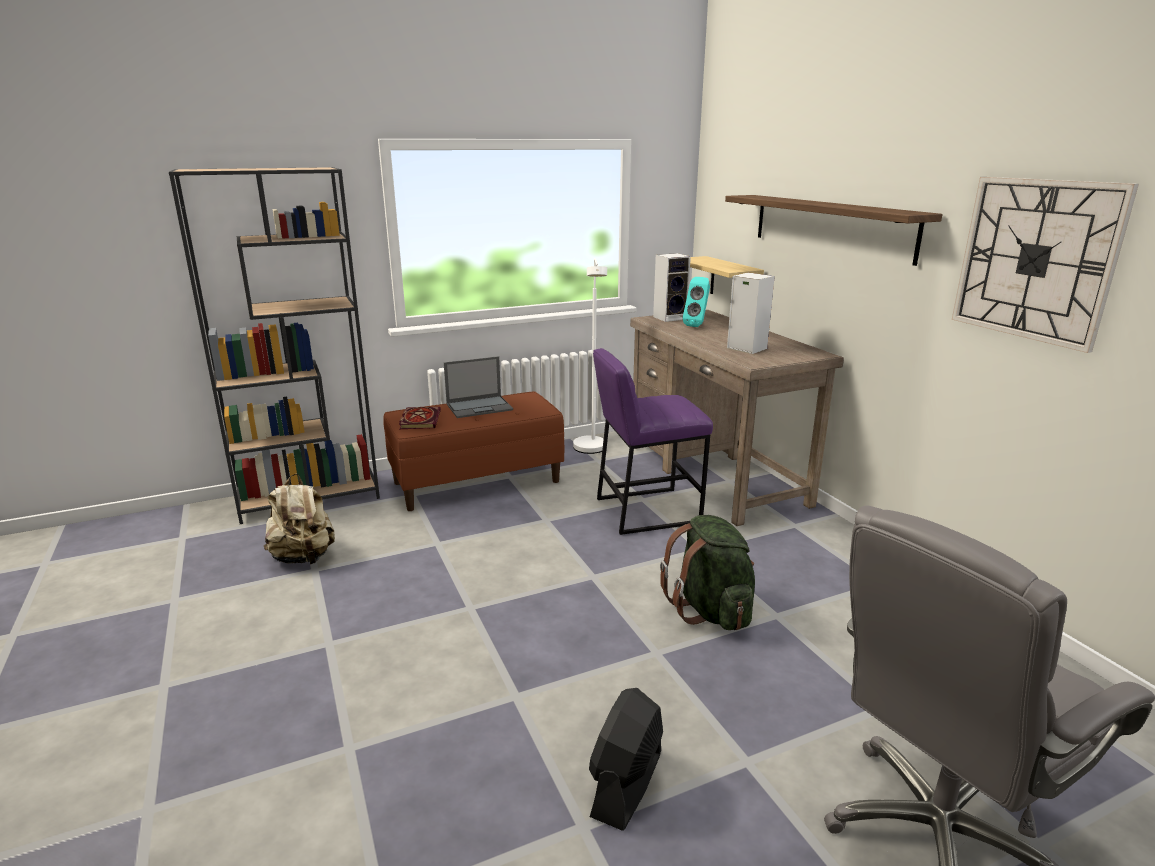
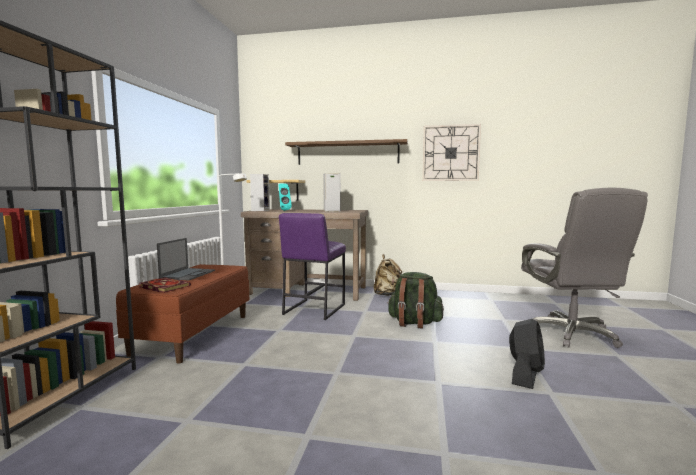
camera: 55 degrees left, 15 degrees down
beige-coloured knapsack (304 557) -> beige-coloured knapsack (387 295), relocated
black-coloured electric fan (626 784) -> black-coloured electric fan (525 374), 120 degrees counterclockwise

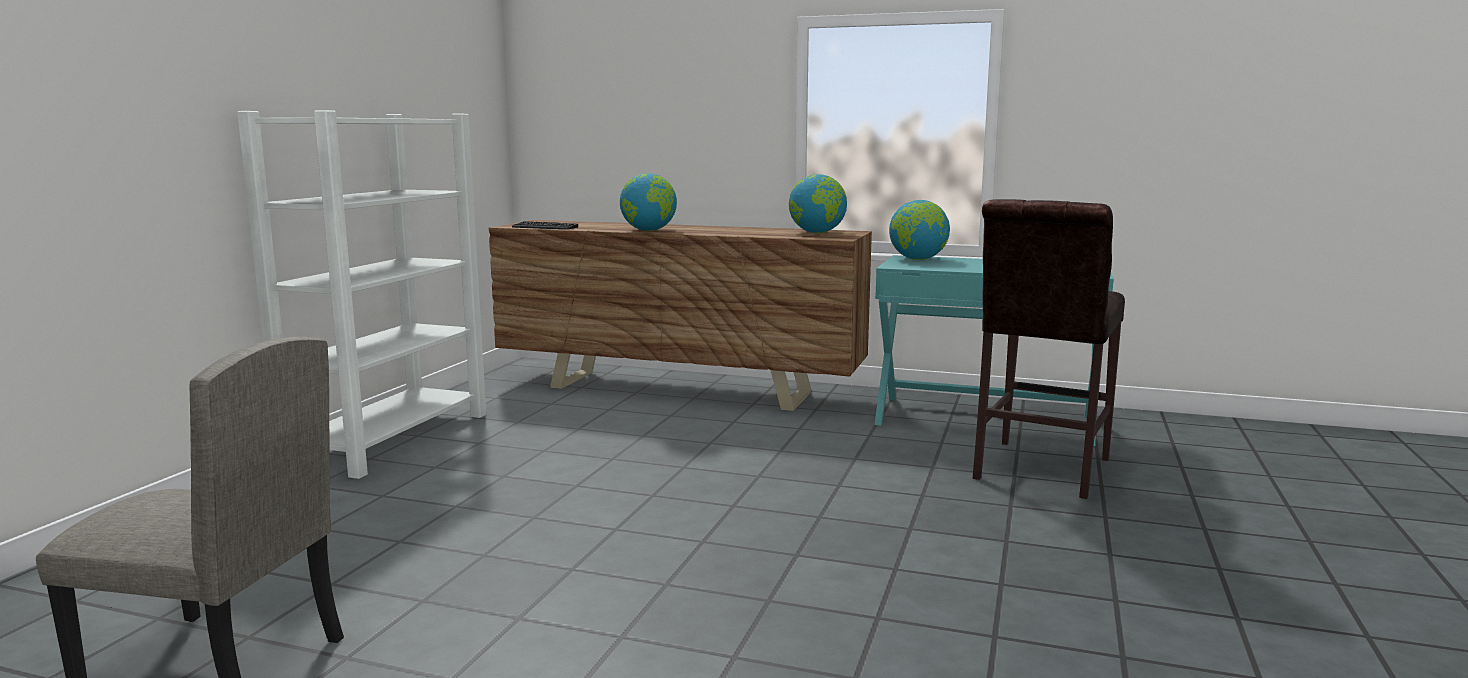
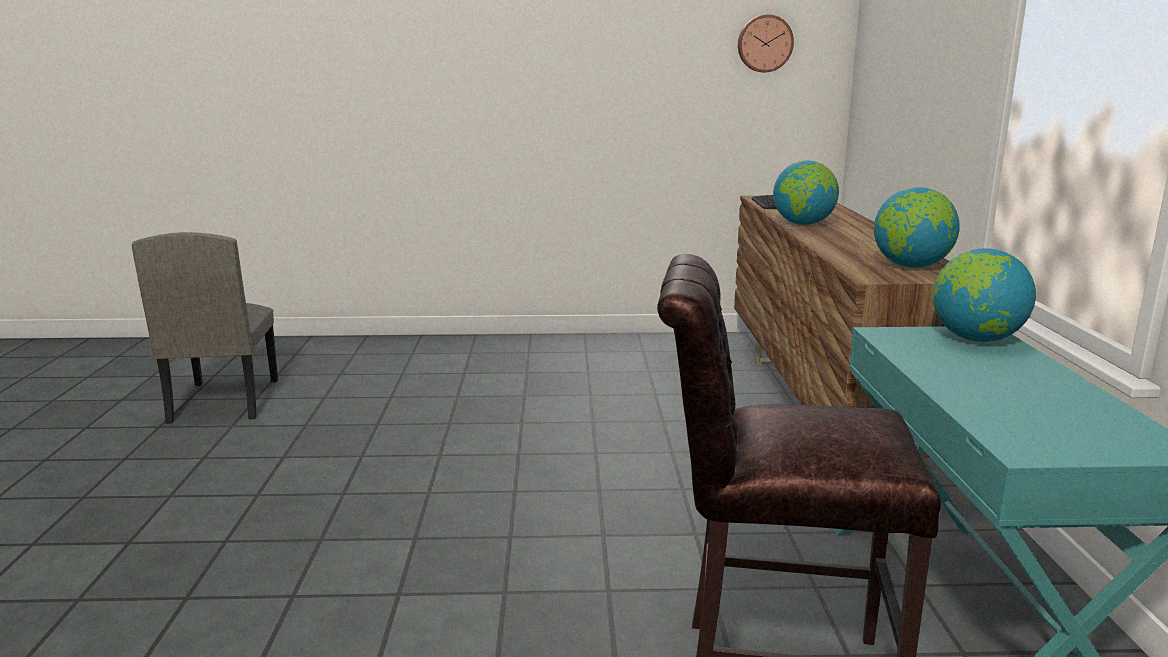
camera: 70 degrees right, 5 degrees up
white bookcase (390 439) -> none
none -> clock on the wall (764 43)

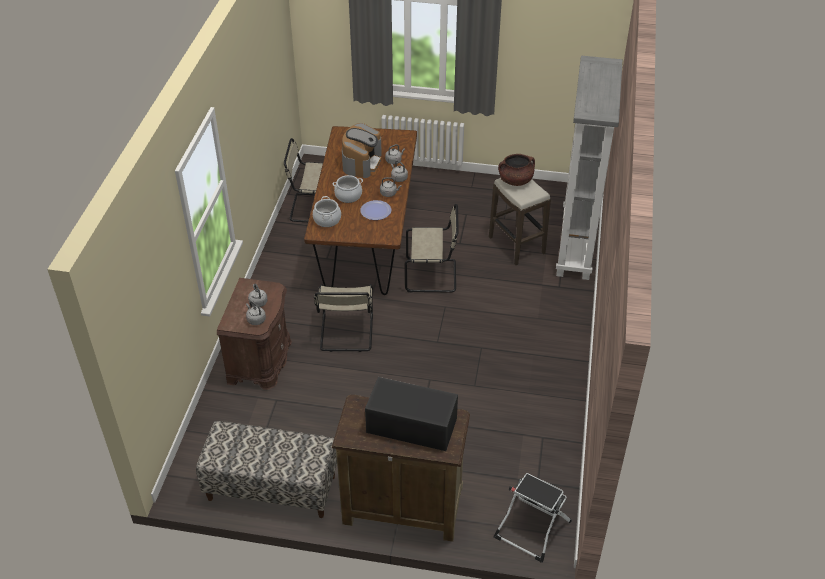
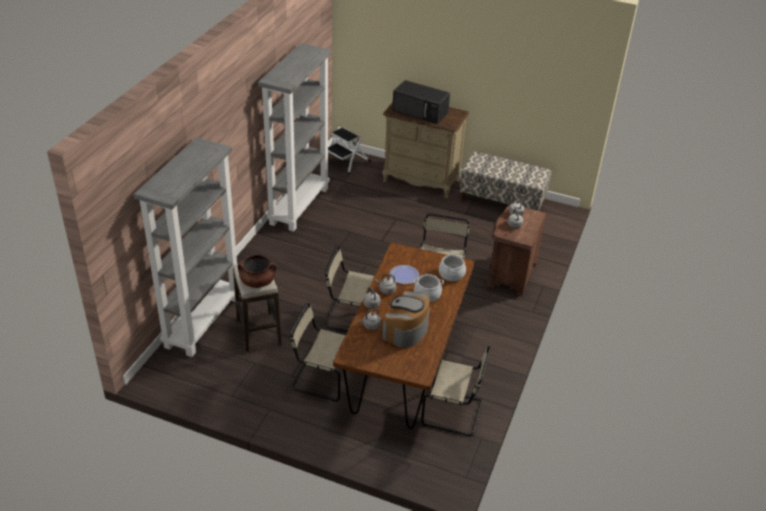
camera: 170 degrees left, 5 degrees down
none -> greyish bookcase (299 205)
none -> beige-coloured chair (320 378)

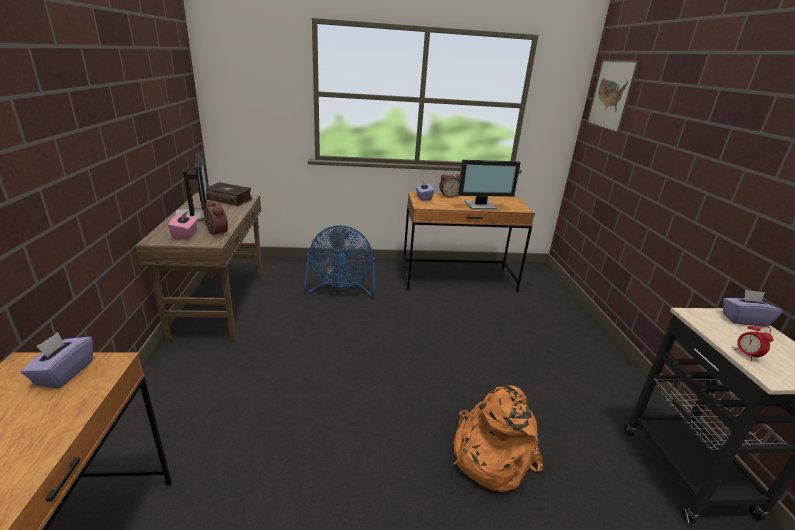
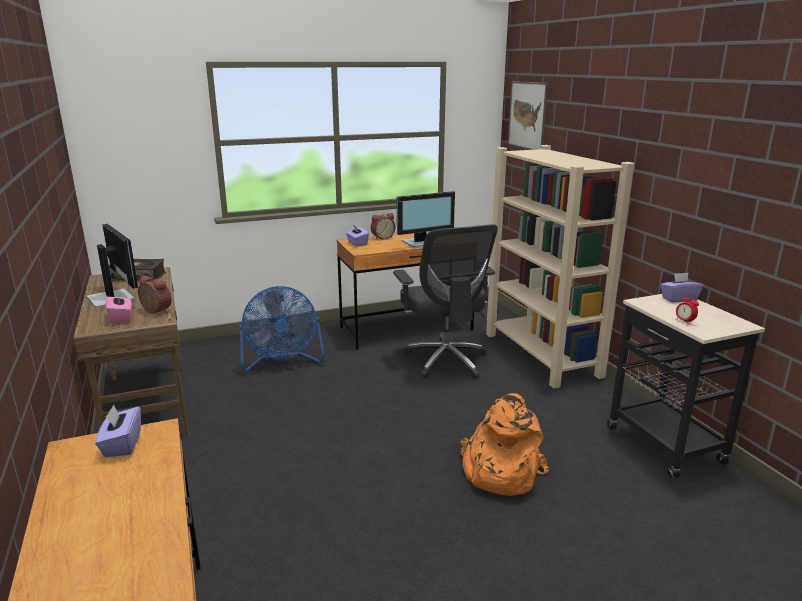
camera: 15 degrees left, 5 degrees down
none -> computer chair (445 359)
none -> beige-coloured bookcase (541 354)

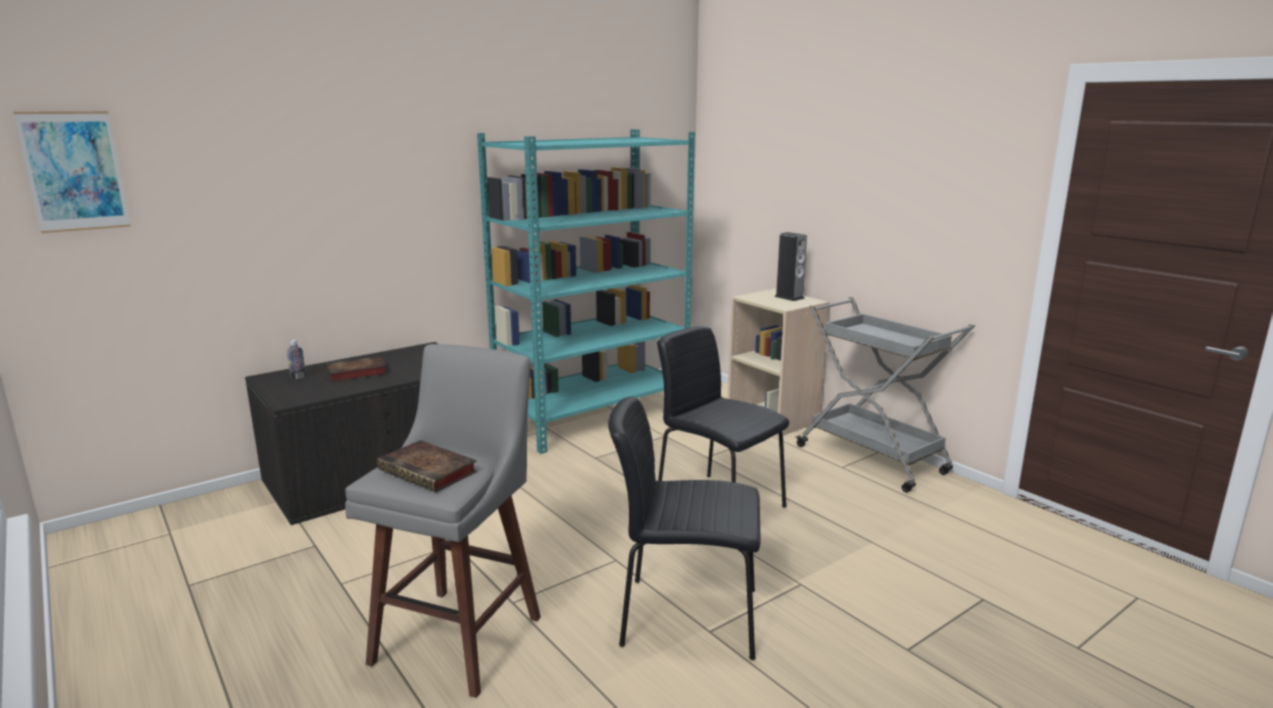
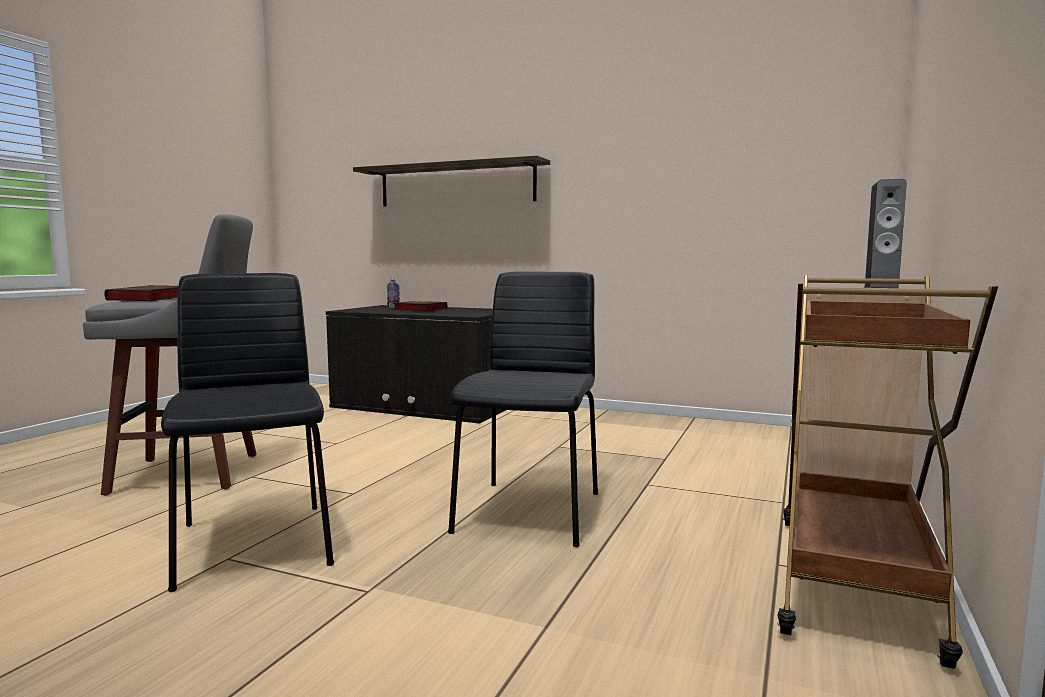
camera: 60 degrees right, 10 degrees down
picture (74 171) -> none
turquoise-coloured bookcase (593 416) -> none
none -> wall shelf (456 185)
greyish trolley (871 460) -> brown trolley (853 583)

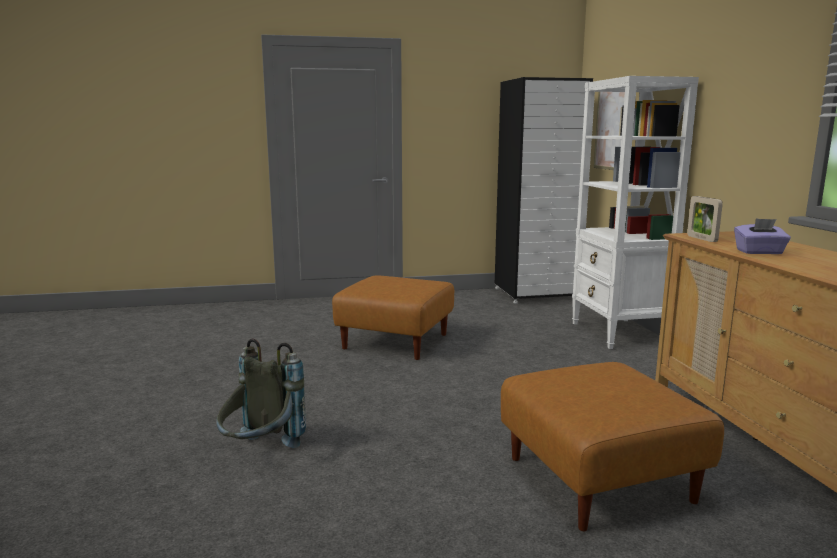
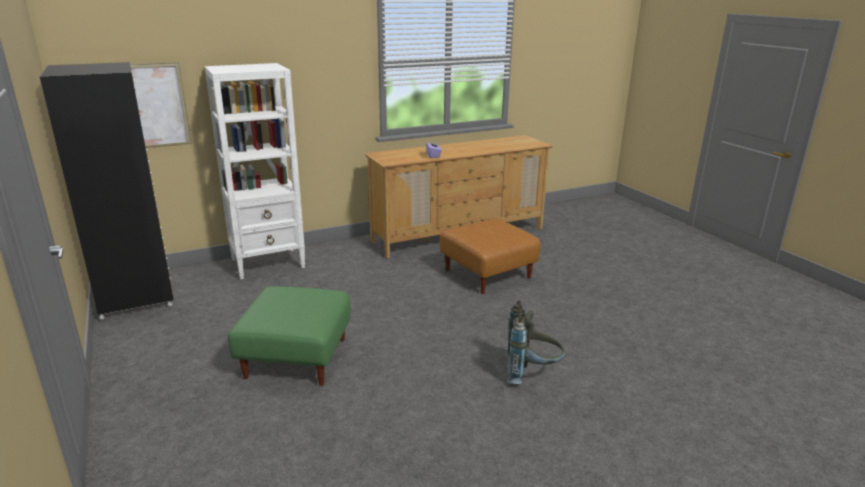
camera: 105 degrees left, 10 degrees up
photo frame (702 239) -> none
brown ottoman (396 341) -> greenish ottoman (296 357)

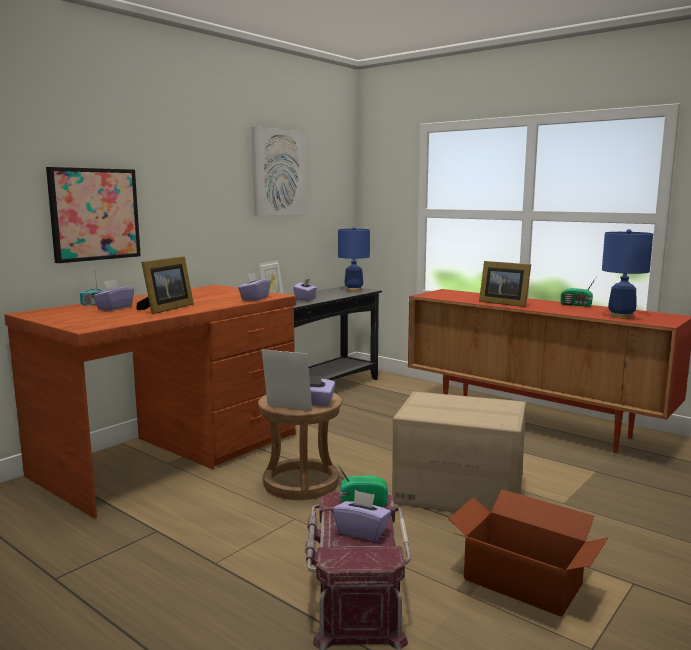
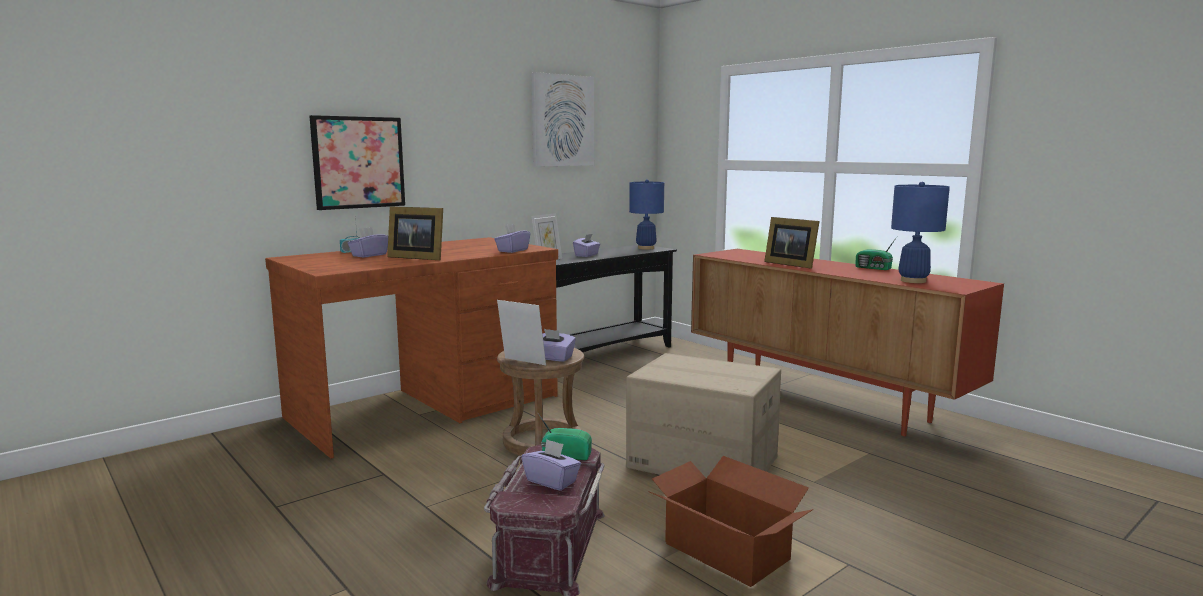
camera: 10 degrees right, 0 degrees up
photo frame (165 309) -> photo frame (416 257), 75 degrees clockwise

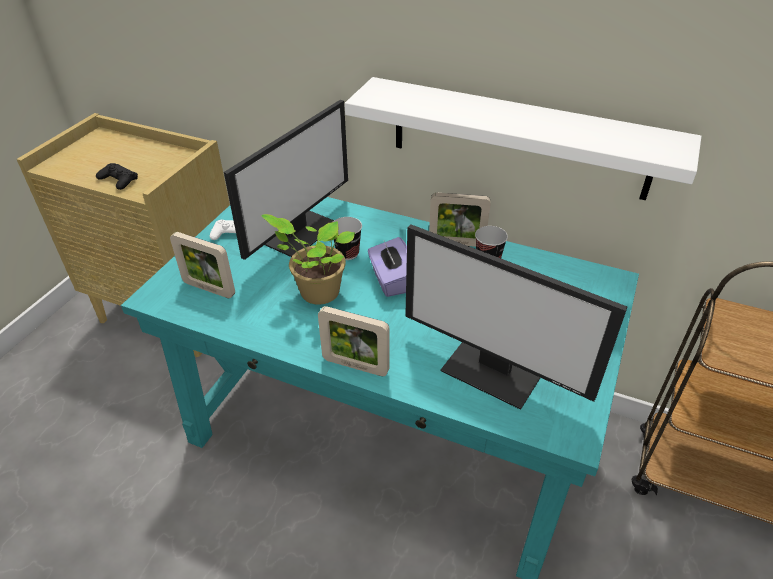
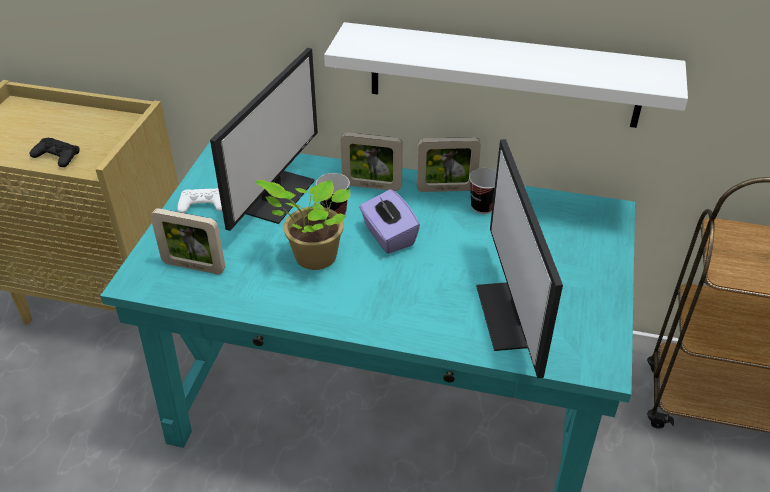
camera: 10 degrees left, 0 degrees up
photo frame (355 366) -> photo frame (372 186), relocated
computer screen (493 371) -> computer screen (513 315), 60 degrees clockwise

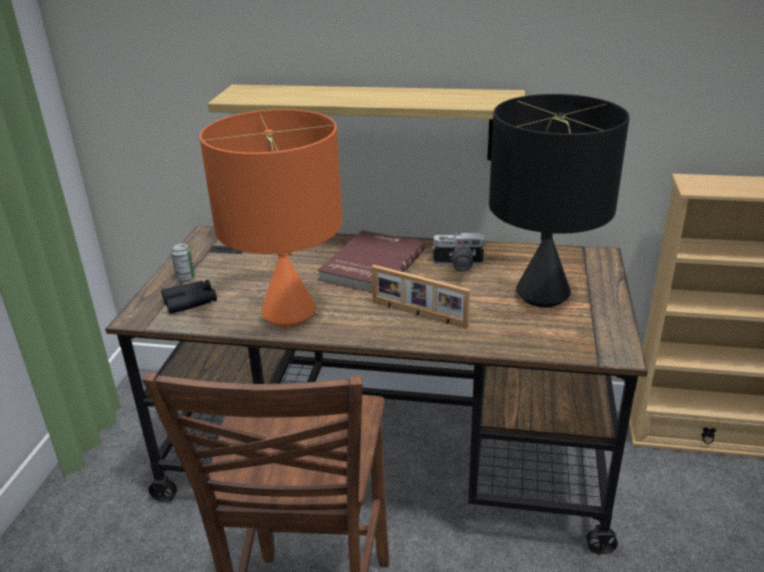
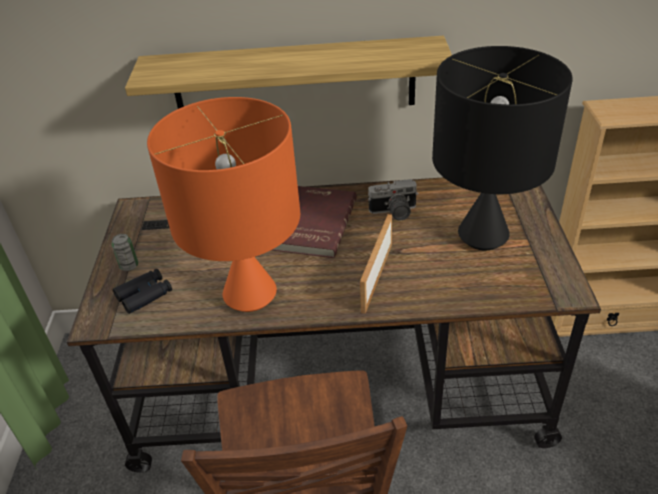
camera: 10 degrees left, 10 degrees up
photo frame (418 315) -> photo frame (375 277), 90 degrees clockwise

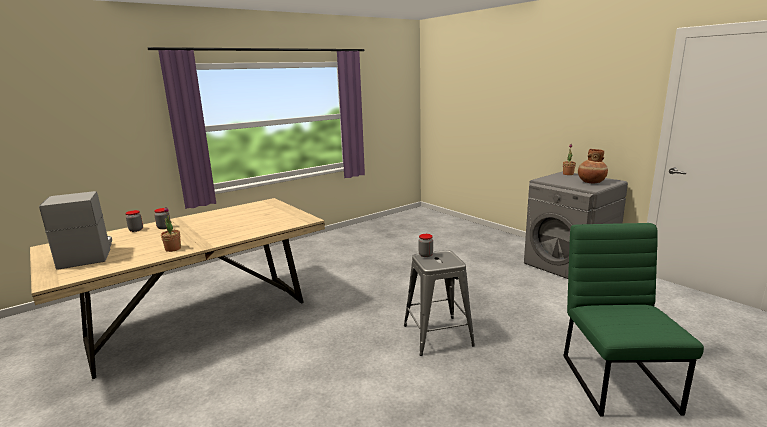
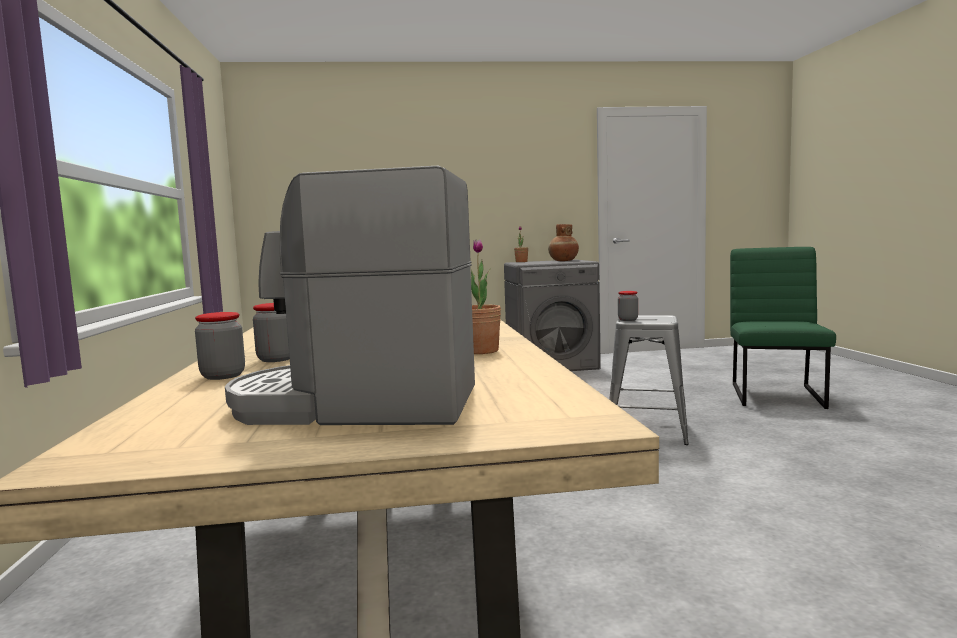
camera: 60 degrees left, 10 degrees down
greenish chair (617 380) -> greenish chair (776 394), 75 degrees clockwise

